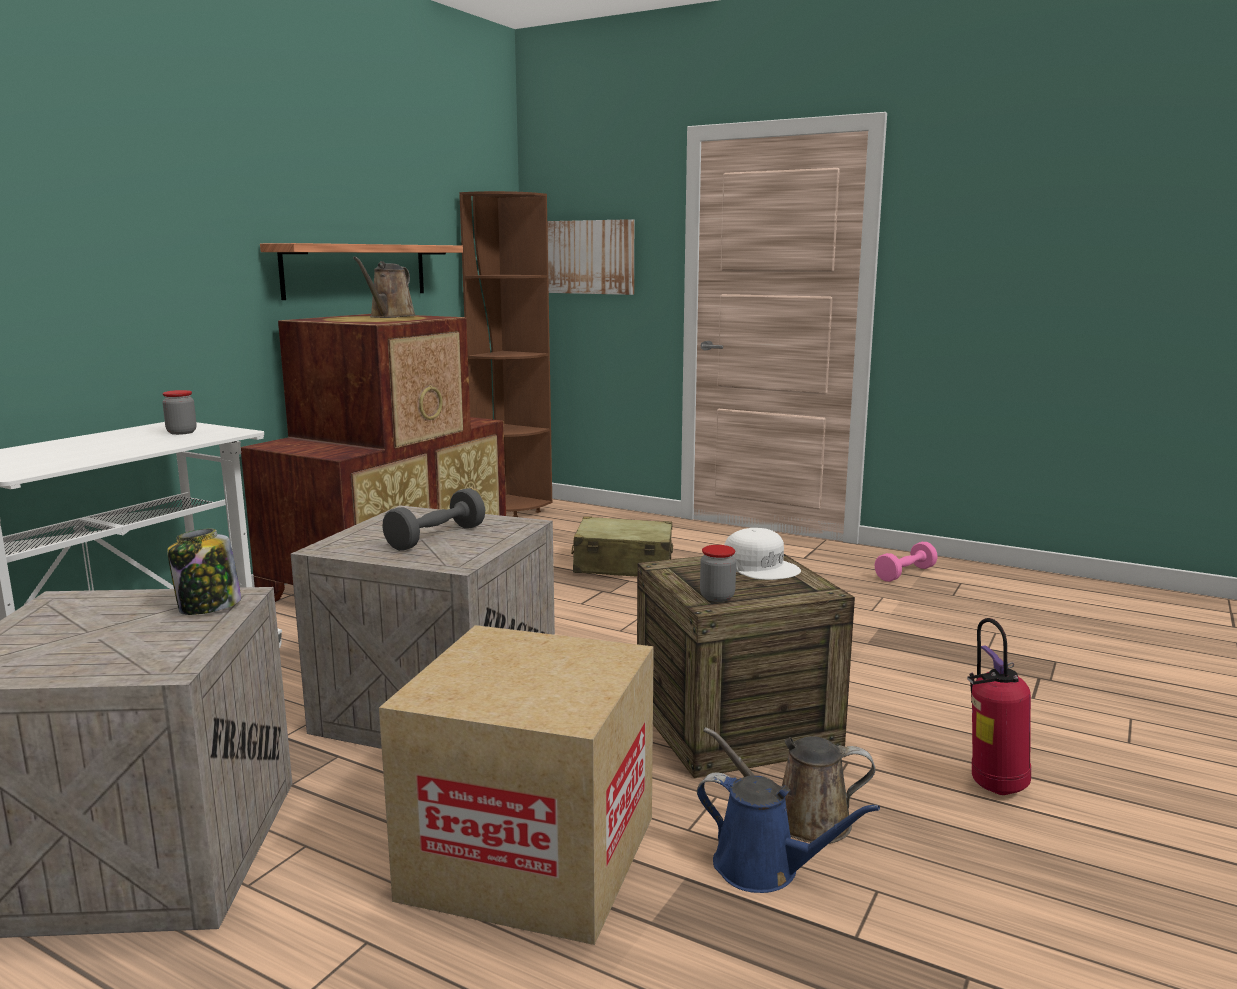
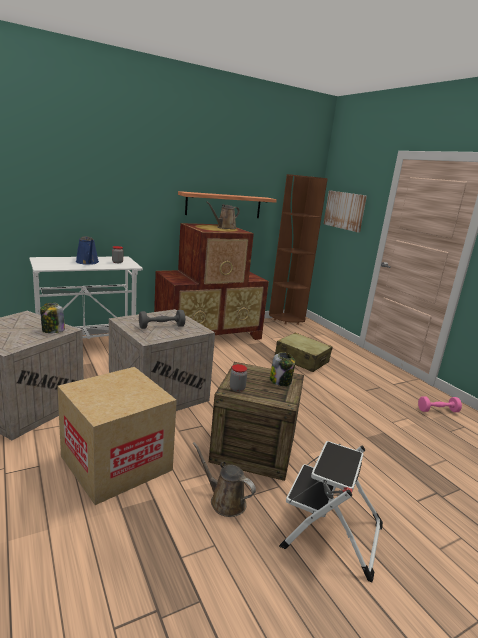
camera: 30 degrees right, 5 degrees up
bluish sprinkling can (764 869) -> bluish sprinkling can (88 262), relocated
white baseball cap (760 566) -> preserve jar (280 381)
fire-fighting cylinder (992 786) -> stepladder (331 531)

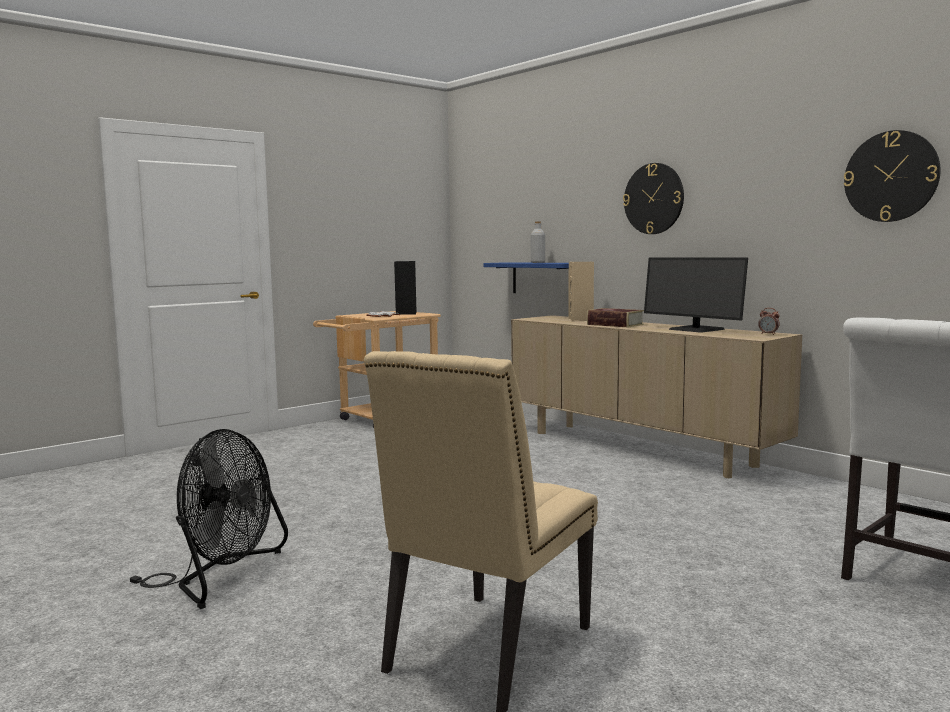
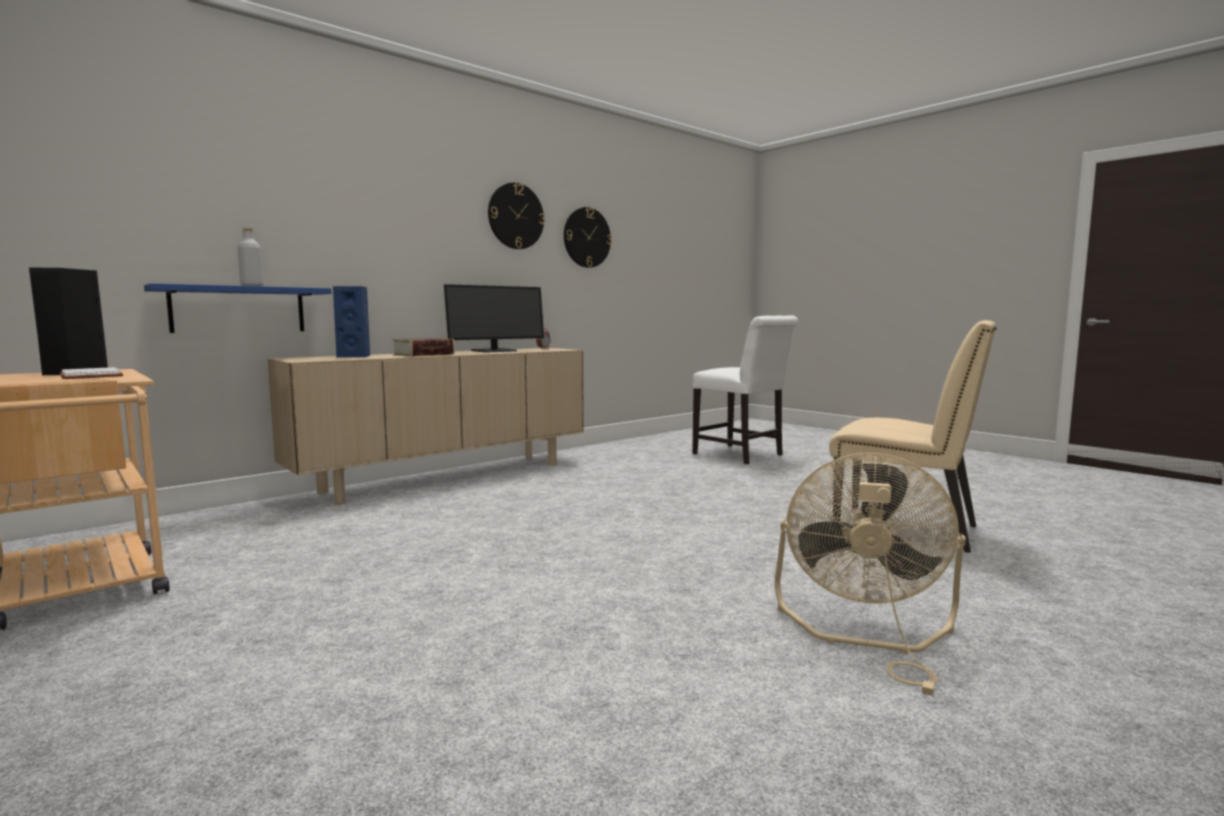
camera: 90 degrees left, 0 degrees up
clock on the wall (653 198) -> clock on the wall (516 216), relocated
black-coloured electric fan (216 577) -> beige-coloured electric fan (871 636)
beige-coloured speaker (580 320) -> bluish speaker (356 356)

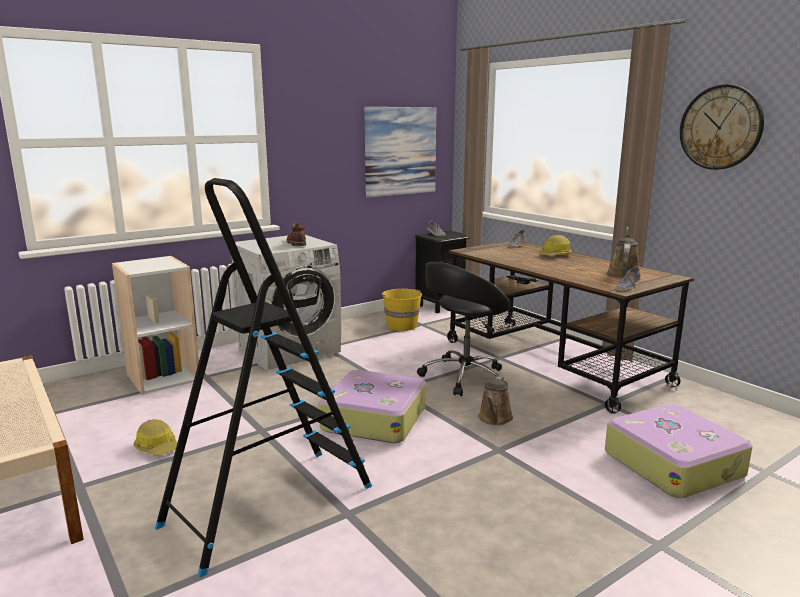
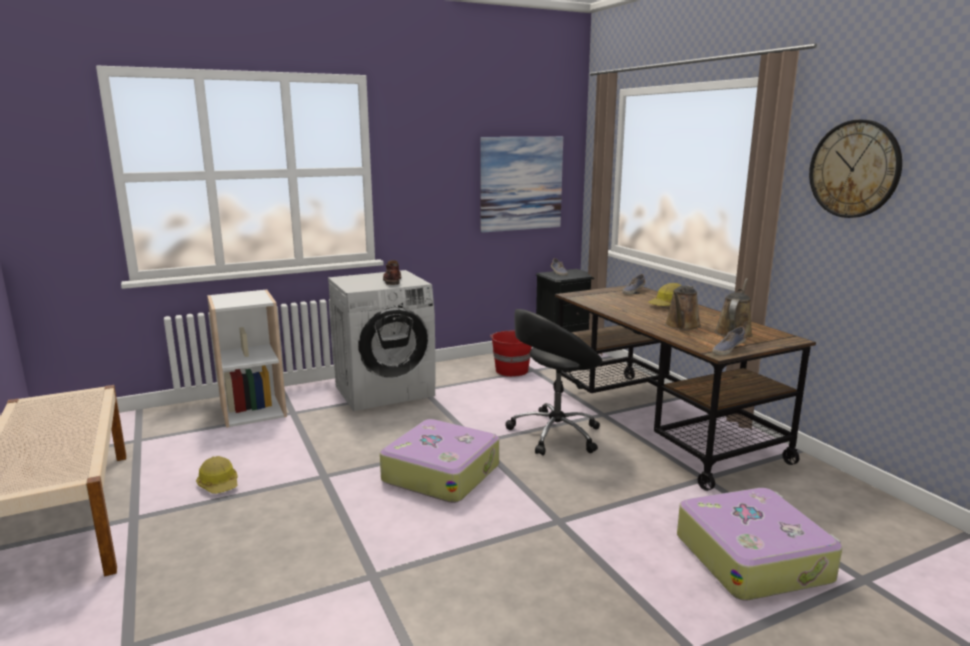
camera: 10 degrees right, 0 degrees up
black-coloured stepladder (270 505) -> none
brown sprinkling can (494 419) -> brown sprinkling can (681 326), relocated
yellow pail (401 325) -> reddish pail (511 370)

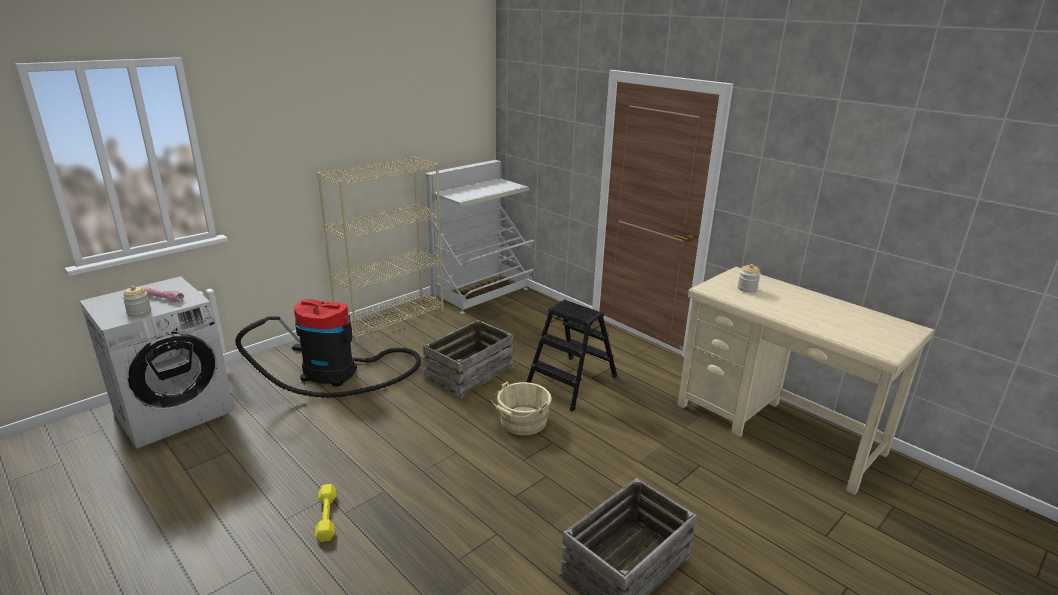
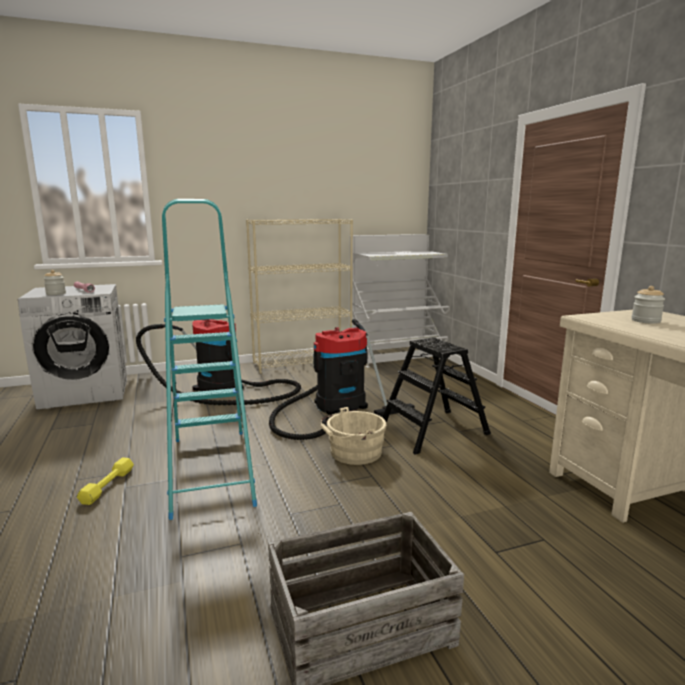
camera: 25 degrees right, 10 degrees down
none -> turquoise-coloured stepladder (211 468)
crate (469 373) -> vacuum (335 407)

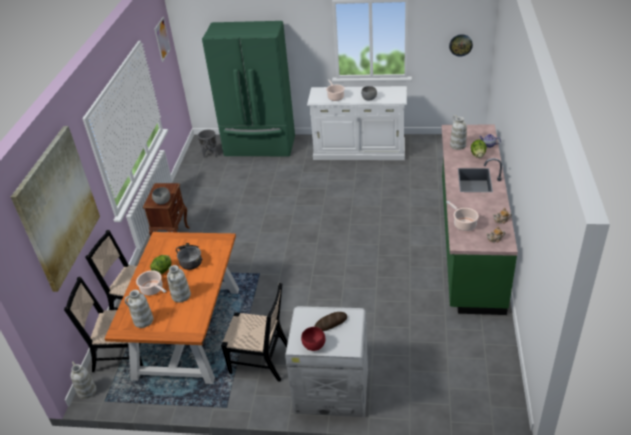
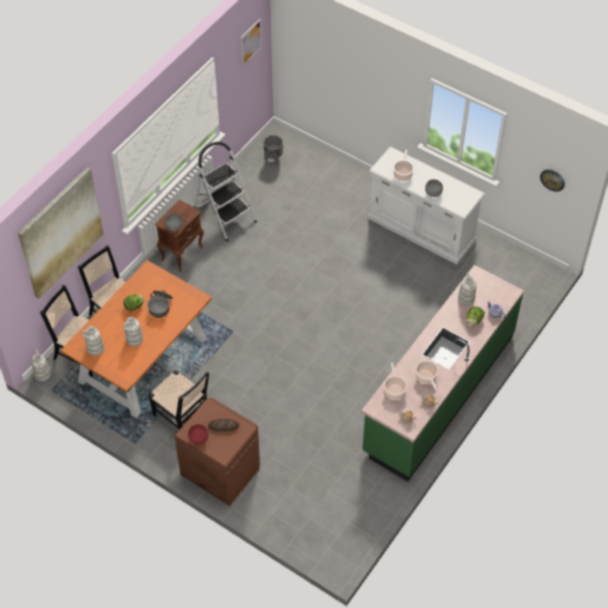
camera: 25 degrees right, 15 degrees up
greenish refrigerator (259 147) -> none
none -> stepladder (224 214)
cooking pot (152 289) -> cooking pot (426 378), relocated
white washing machine (331 388) -> brown washing machine (221 469)

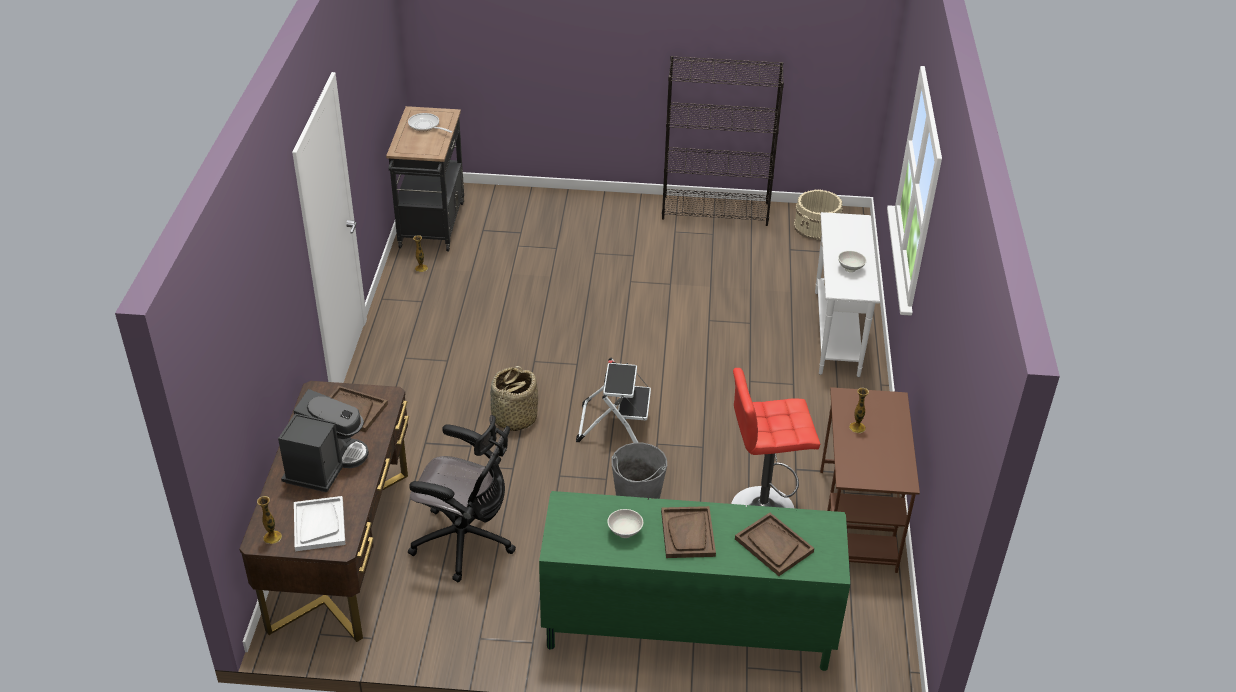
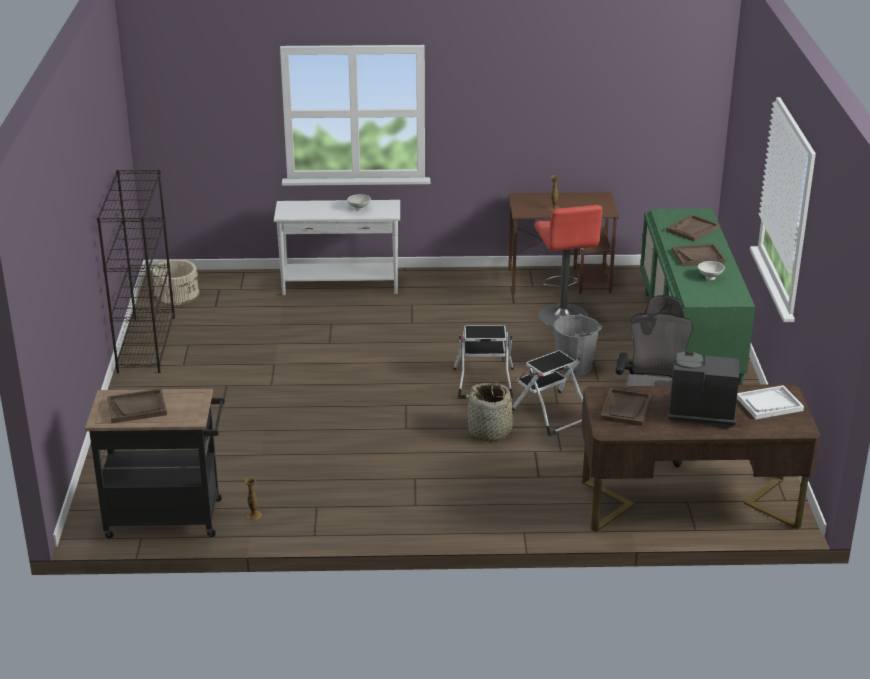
camera: 95 degrees left, 10 degrees down
decorative vase (272 537) -> none
none -> stepladder (551 412)
pan (426 126) -> brown carrying tray (137 407)

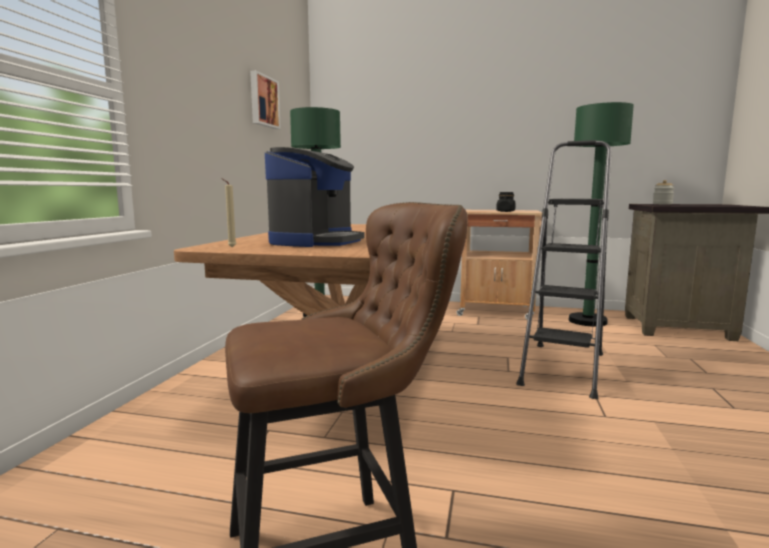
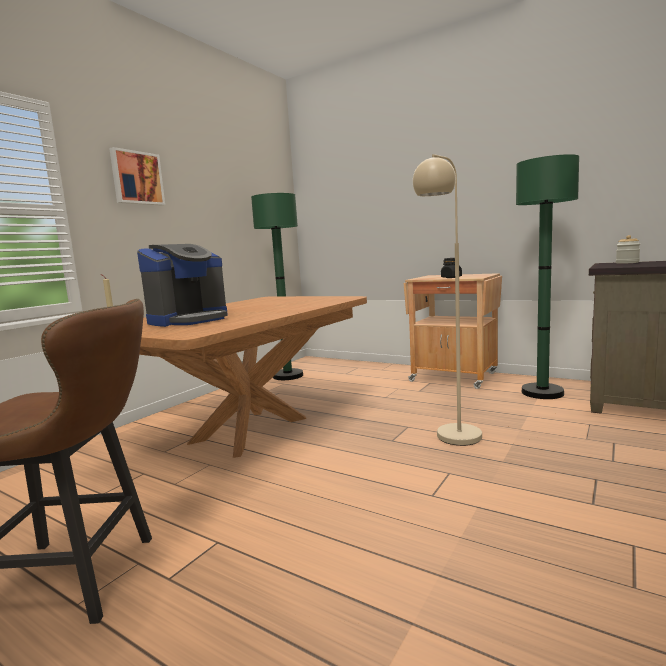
camera: 20 degrees right, 0 degrees up
picture (263 101) -> picture (136 178), relocated
stepladder (563 367) -> beige-coloured standing lamp (452 441)

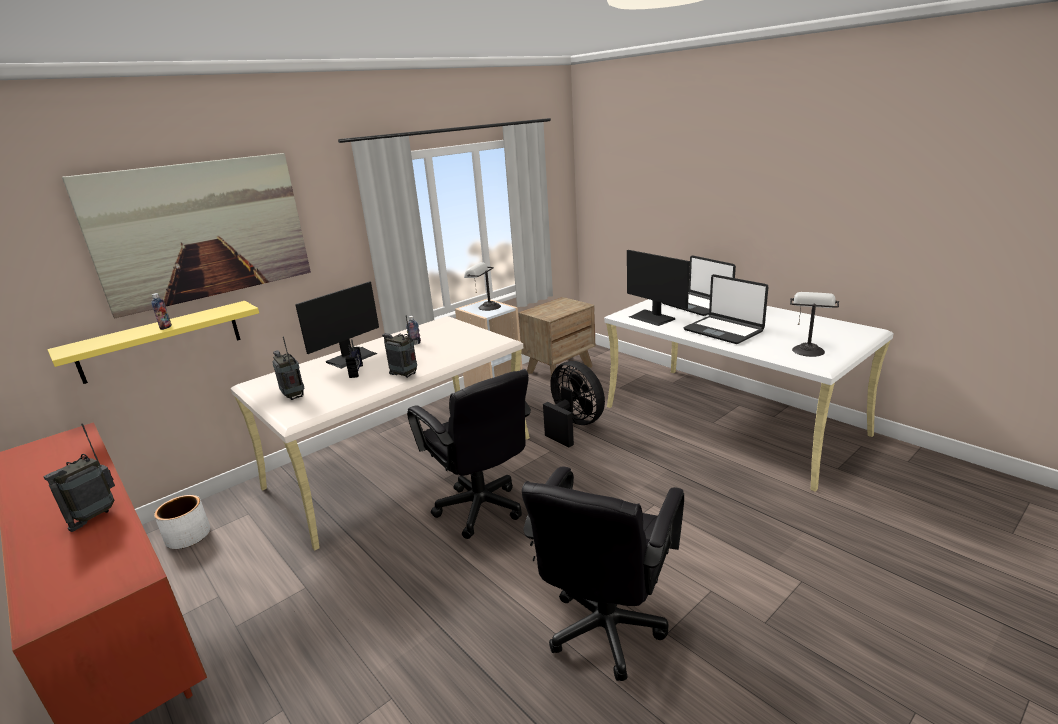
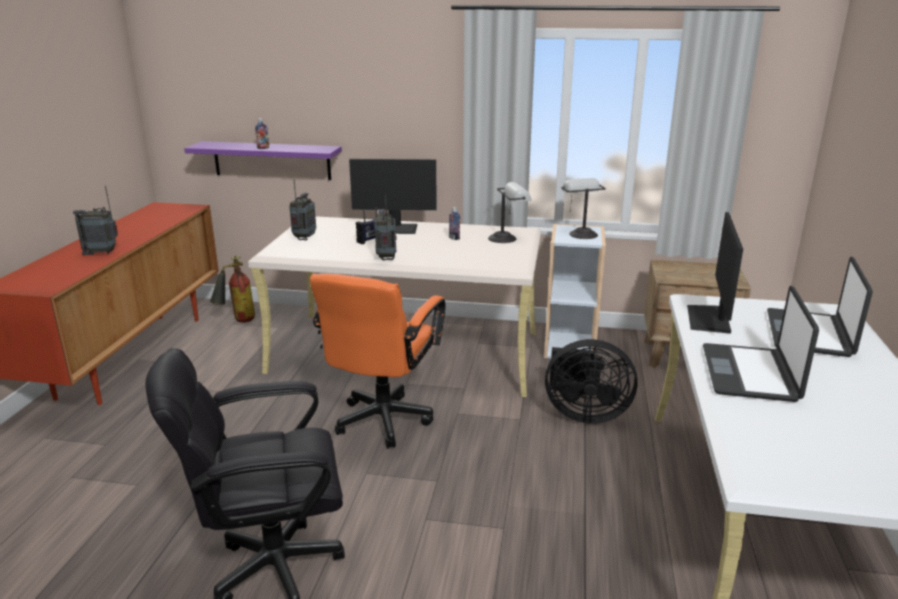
camera: 50 degrees right, 0 degrees up
picture (202 230) -> none
tabletop lamp (807 348) -> tabletop lamp (507 237), relocated
white plant pot (188 536) -> fire-fighting cylinder (237 321)
yellow wall shelf (161 341) -> purplish wall shelf (272 160)
black-coloured computer chair (483 511) -> orange-coloured computer chair (382 425)
black-coloured electric fan (573 426) -> black-coloured electric fan (583 413), 90 degrees clockwise

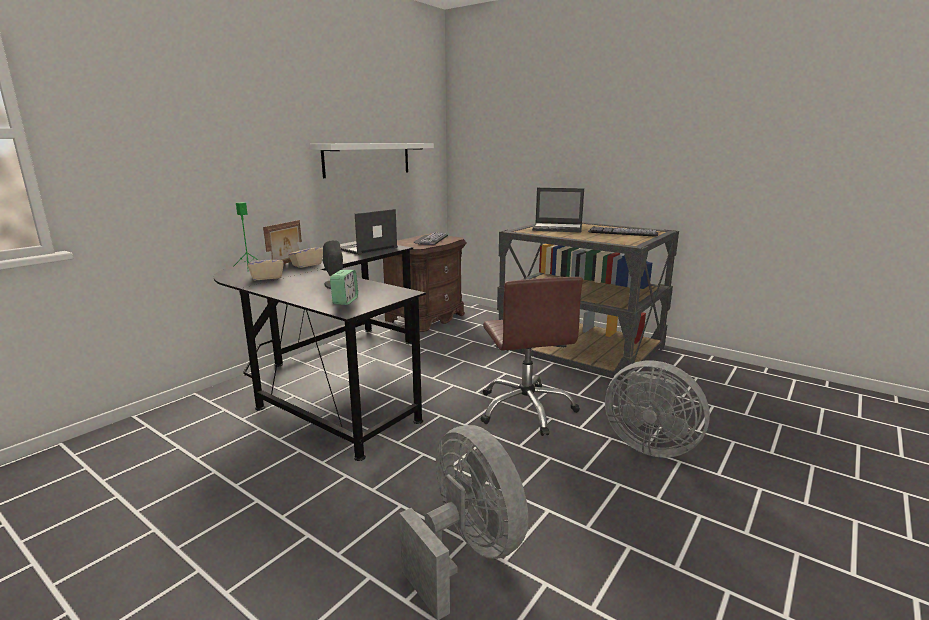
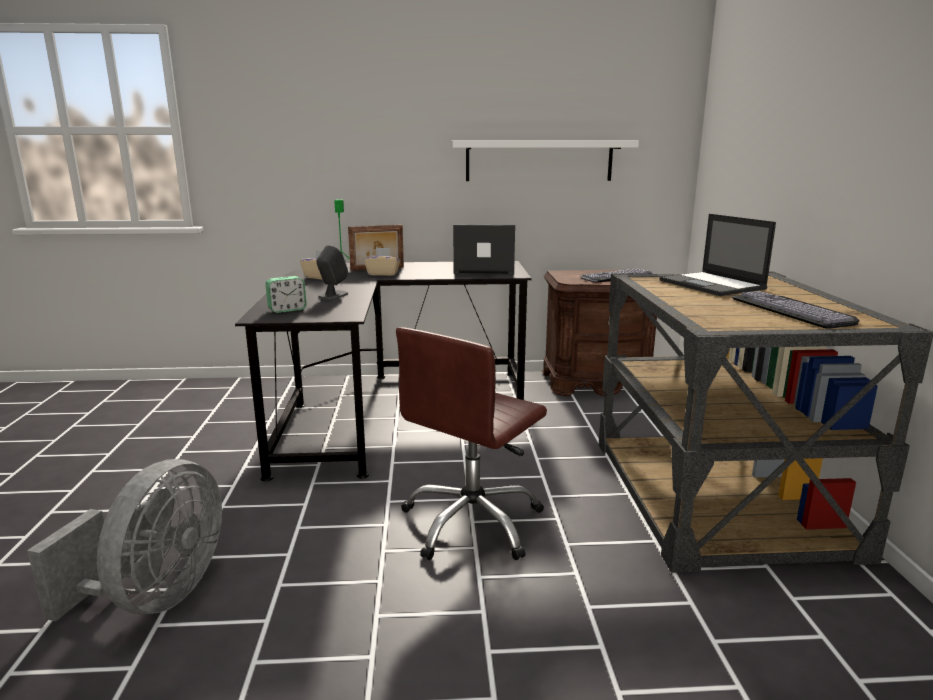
camera: 50 degrees right, 0 degrees up
greyish electric fan (649 445) -> none

